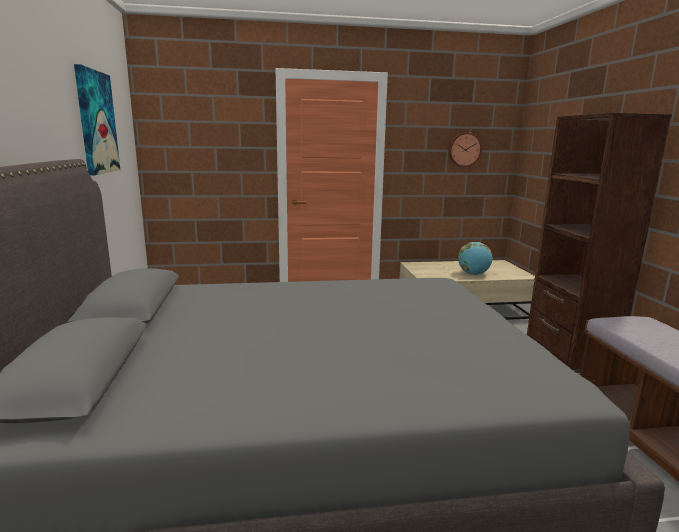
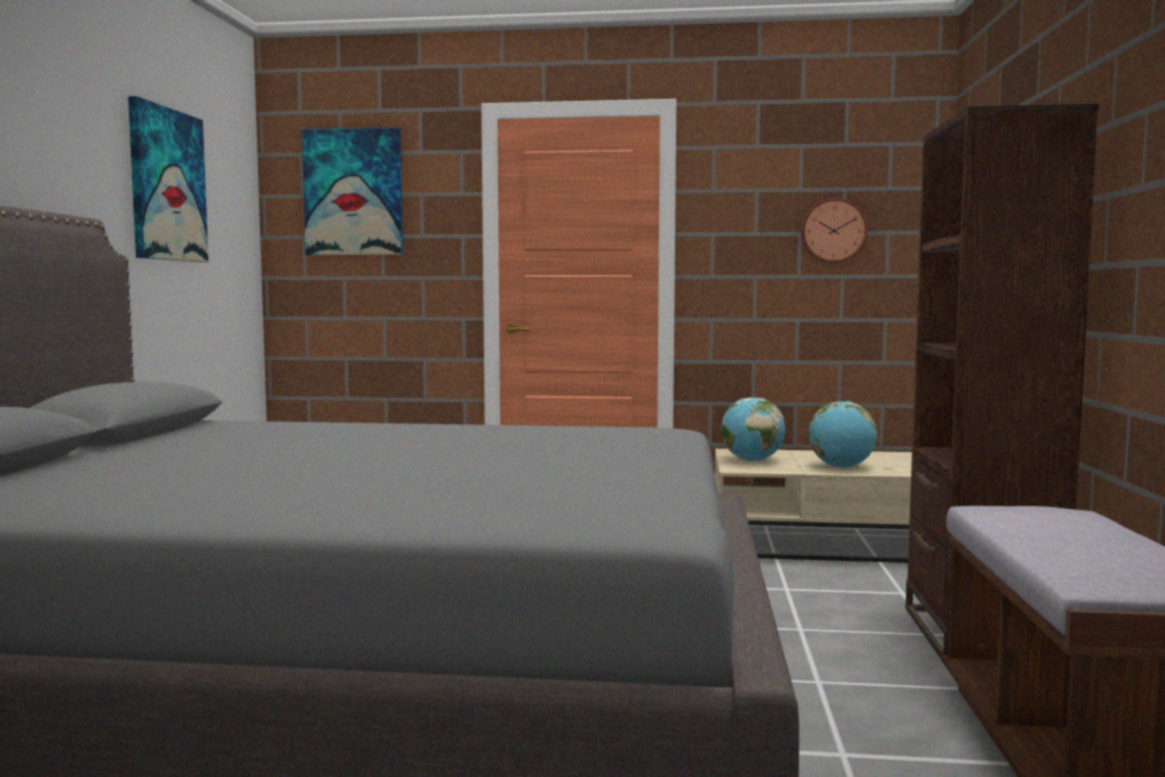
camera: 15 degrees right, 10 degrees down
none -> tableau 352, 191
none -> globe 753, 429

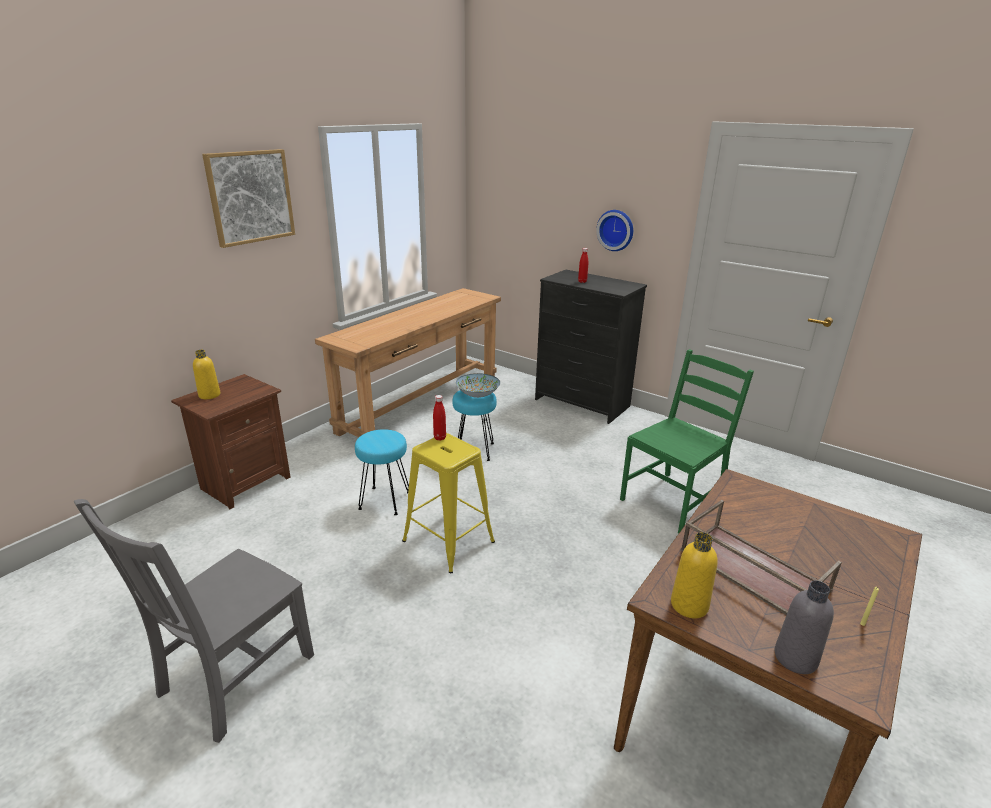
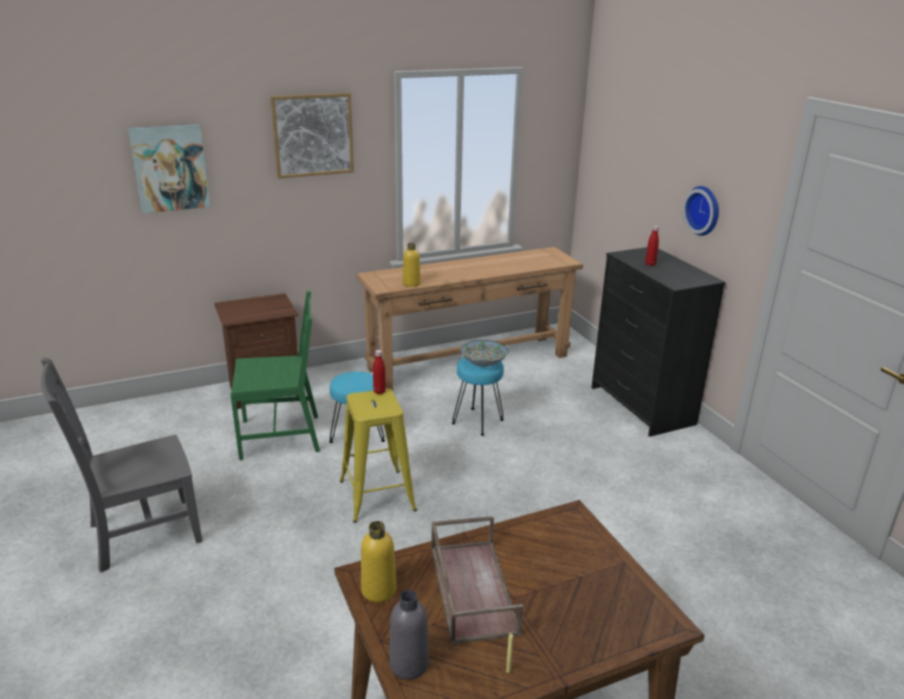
camera: 30 degrees right, 0 degrees up
none -> tableau 169, 168
chaise [vert] 687, 441 -> chaise [vert] 275, 375, relocated
bouteille [jaune] 206, 374 -> bouteille [jaune] 412, 265, relocated

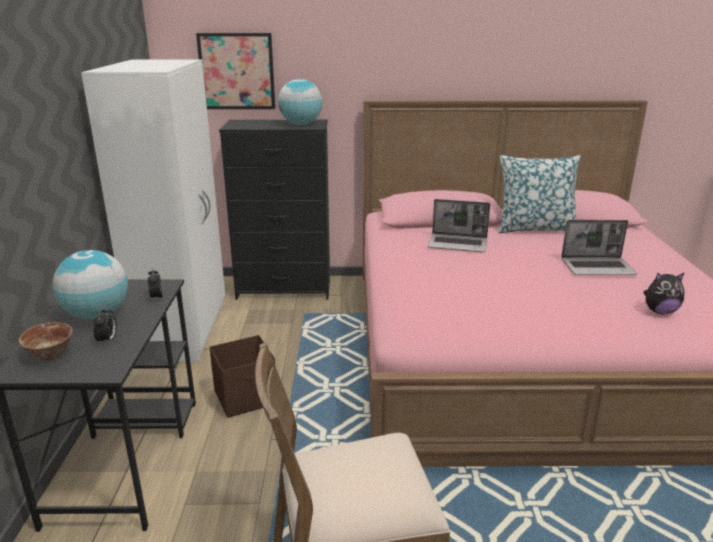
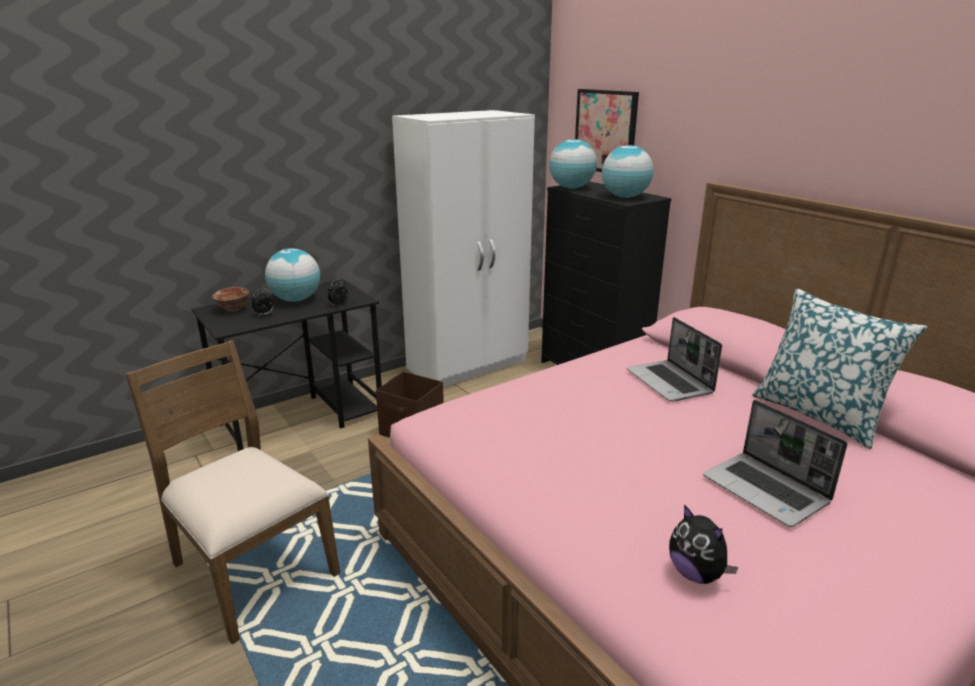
camera: 55 degrees right, 0 degrees up
none -> globe 573, 164

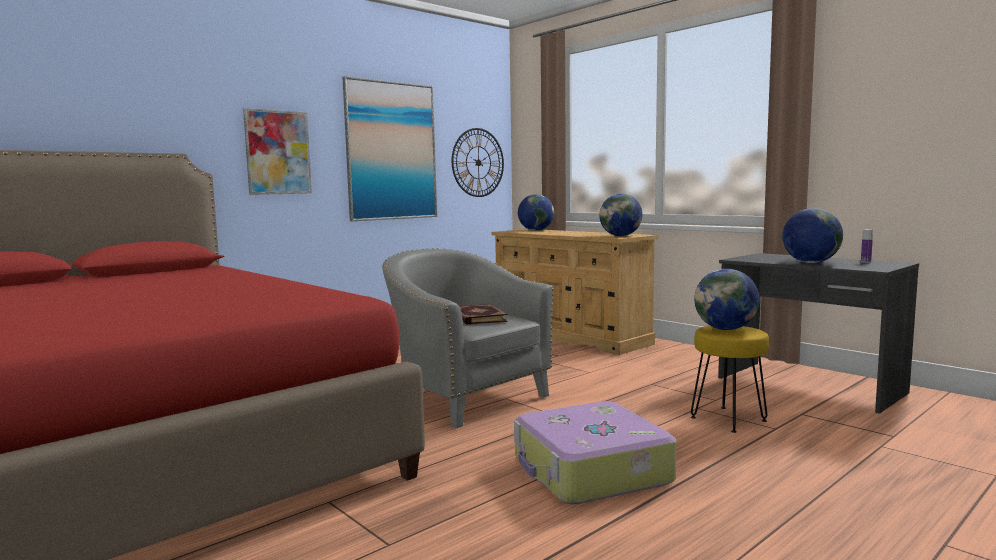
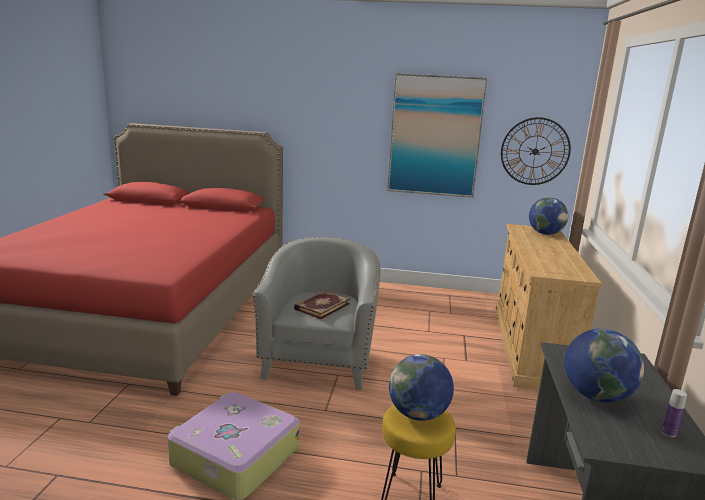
camera: 50 degrees right, 10 degrees up
tableau 277, 151 -> none
globe 620, 215 -> none

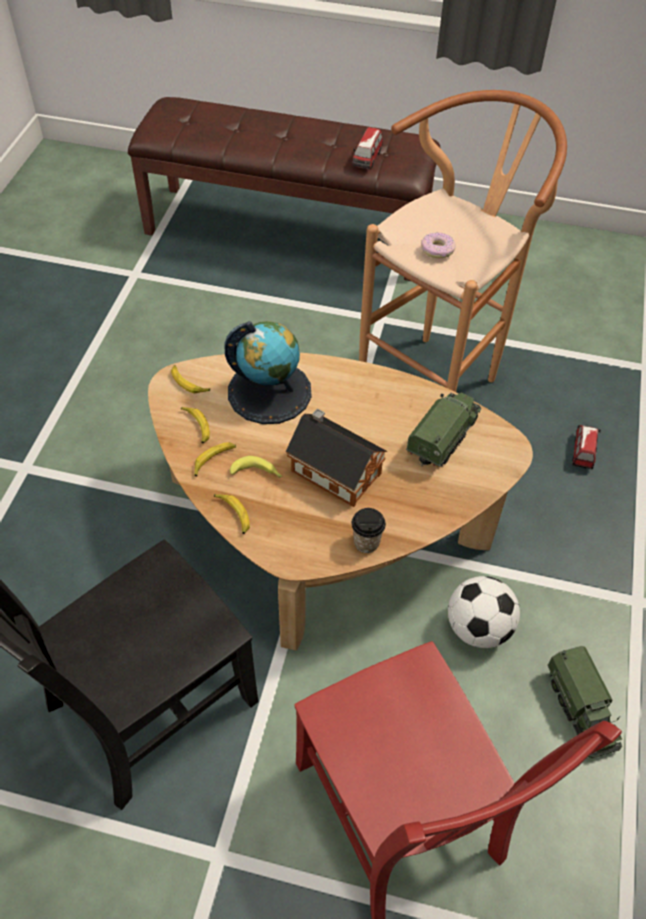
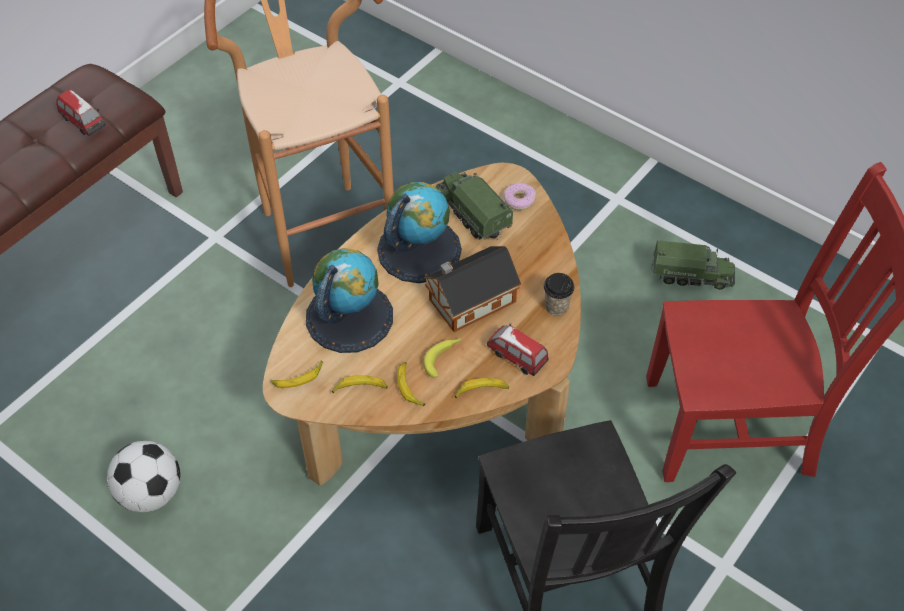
camera: 65 degrees left, 0 degrees up
ballon de foot 484, 612 -> ballon de foot 143, 476, relocated
none -> globe 419, 232
petite voiture 586, 447 -> petite voiture 517, 350, relocated
beignet 438, 245 -> beignet 519, 196, relocated

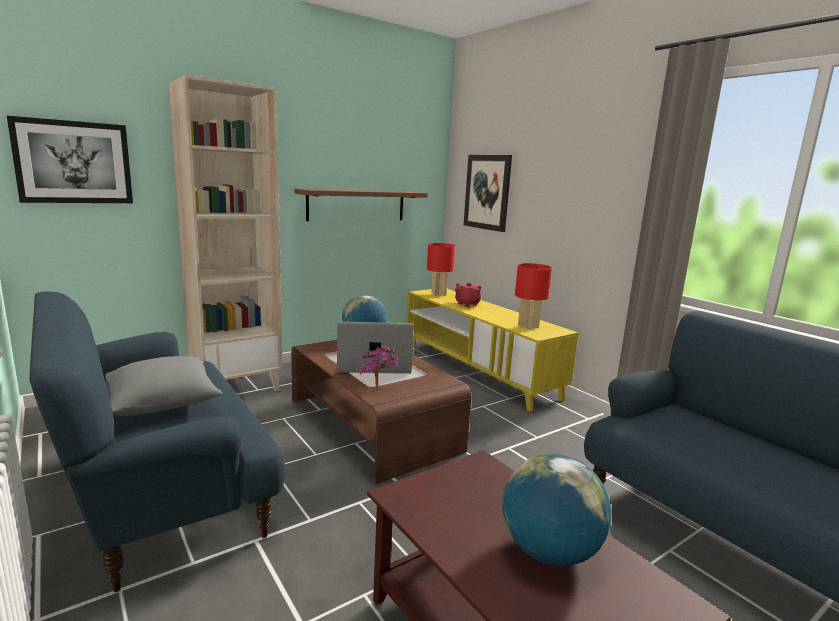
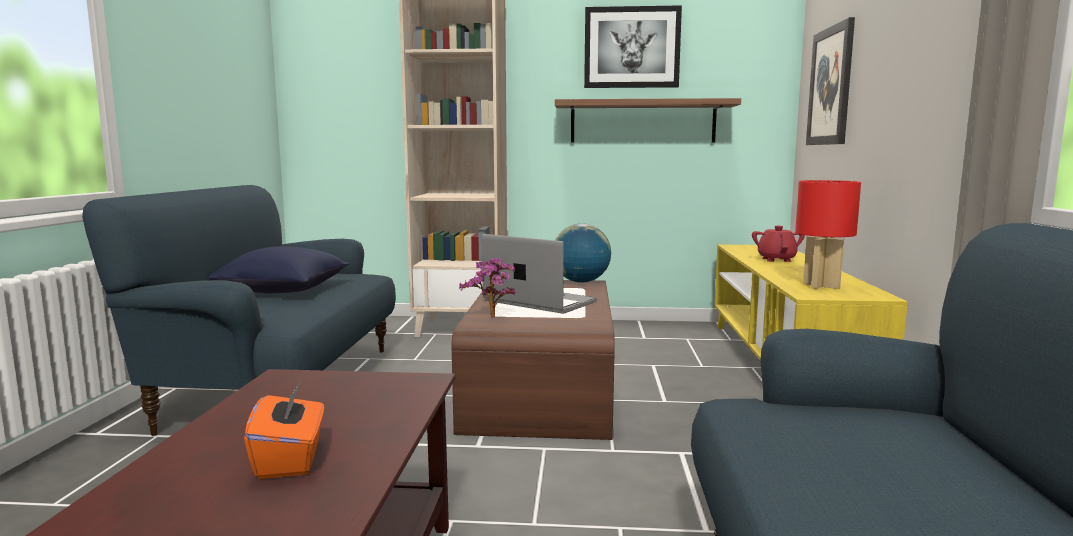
camera: 40 degrees right, 5 degrees down
coussin [gris] 164, 386 -> coussin [bleu] 279, 269
globe 557, 509 -> boîte à mouchoirs [orange] 284, 430
tableau 70, 159 -> tableau 633, 46, relocated
lampe de table [rouge] 441, 269 -> none

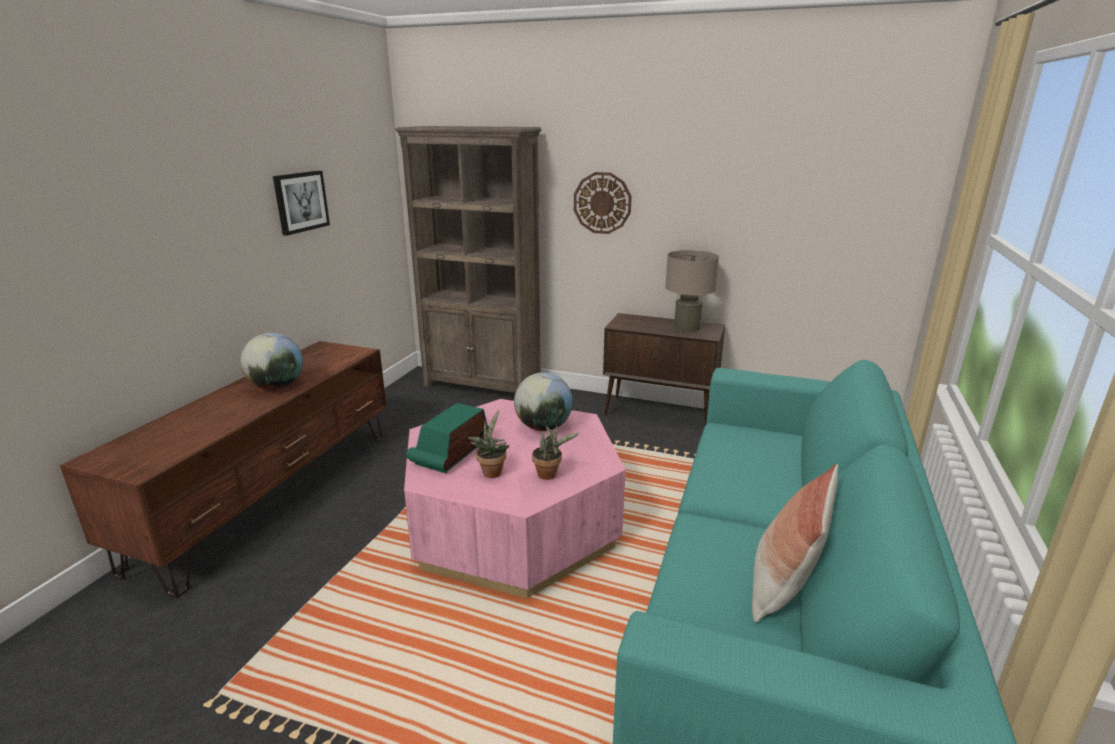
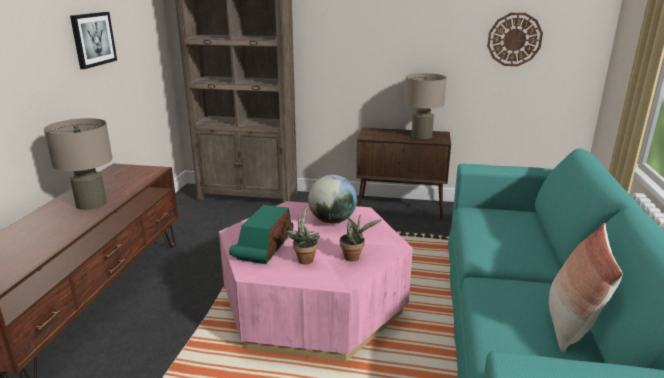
camera: 10 degrees left, 0 degrees up
globe 271, 361 -> lampe de table [beige] 78, 164
horloge murale 603, 203 -> horloge murale 515, 39, relocated

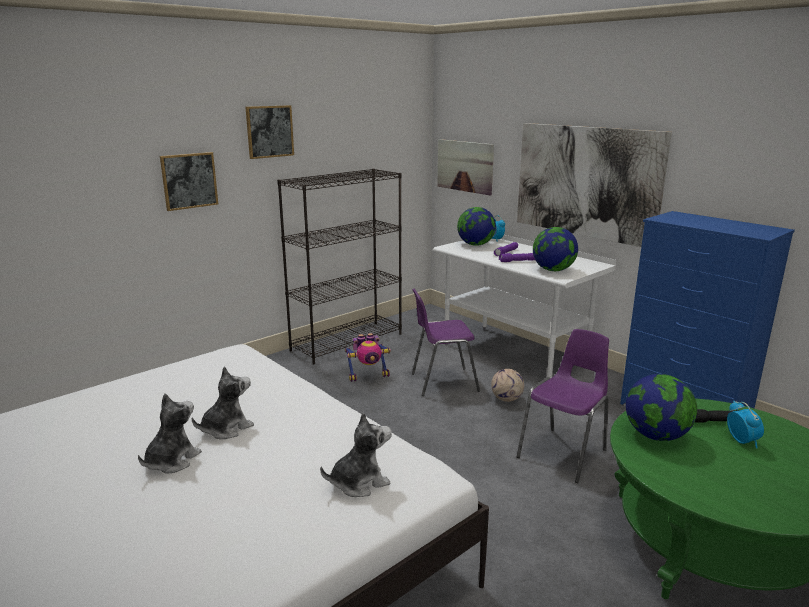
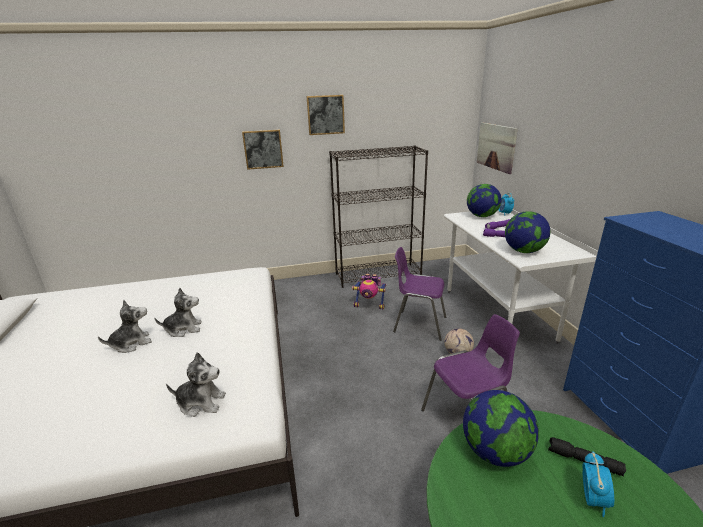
camera: 30 degrees right, 5 degrees up
tableau 594, 185 -> none

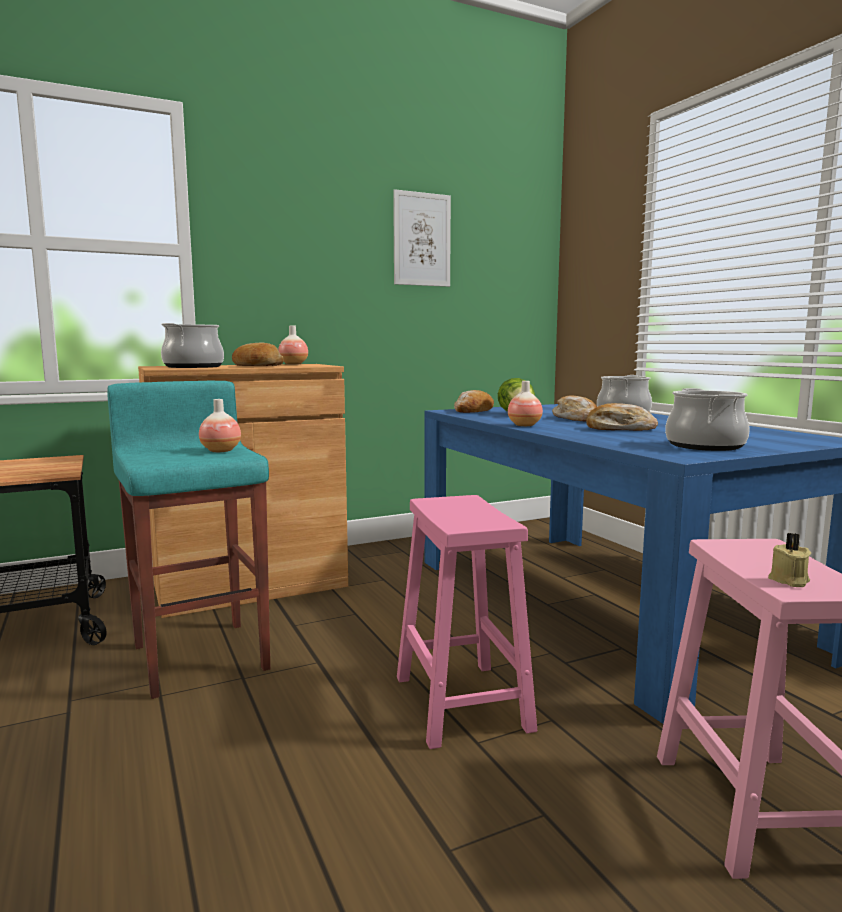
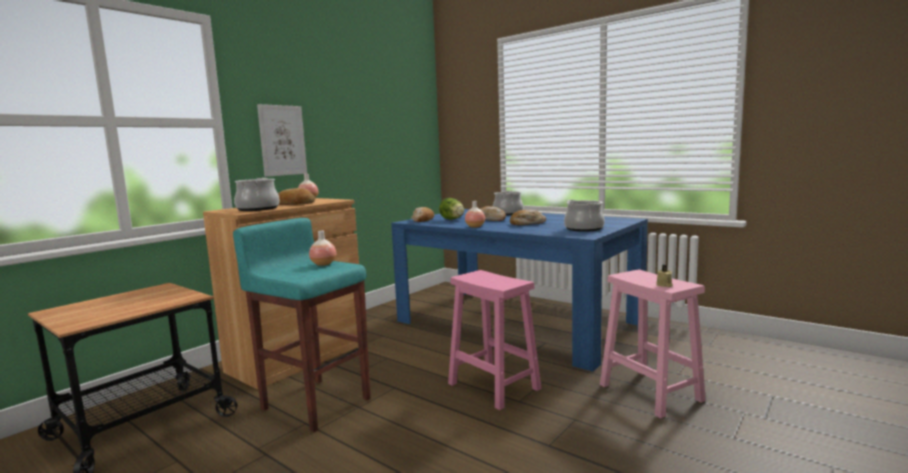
camera: 25 degrees left, 0 degrees up
tableau 422, 238 -> tableau 282, 140, relocated

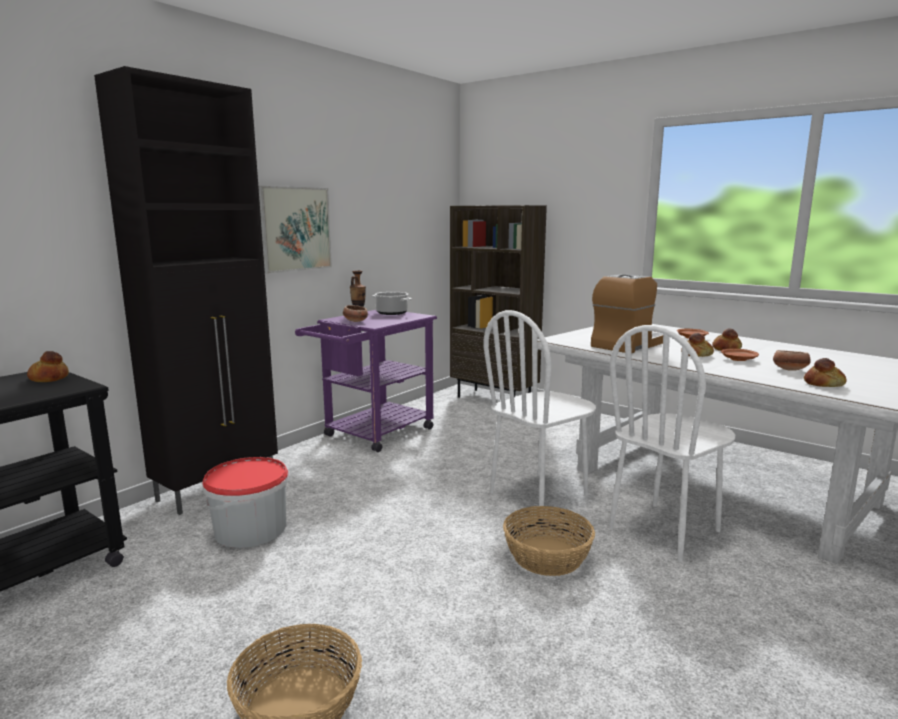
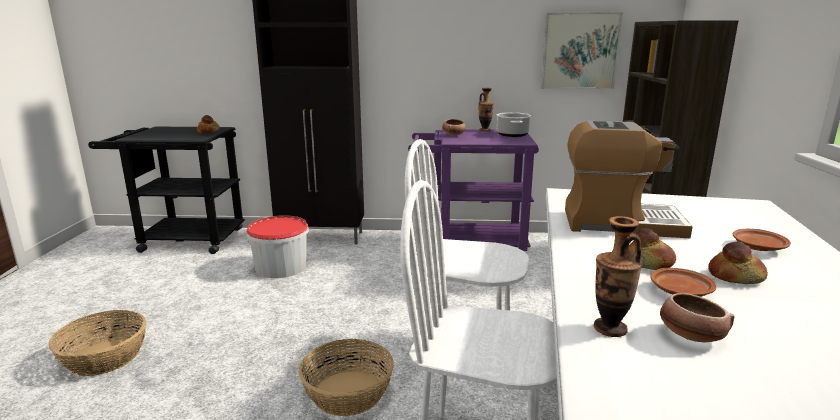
camera: 55 degrees right, 5 degrees up
tableau 295, 230 -> tableau 582, 50, relocated
none -> vase 618, 276
pain 825, 372 -> none

